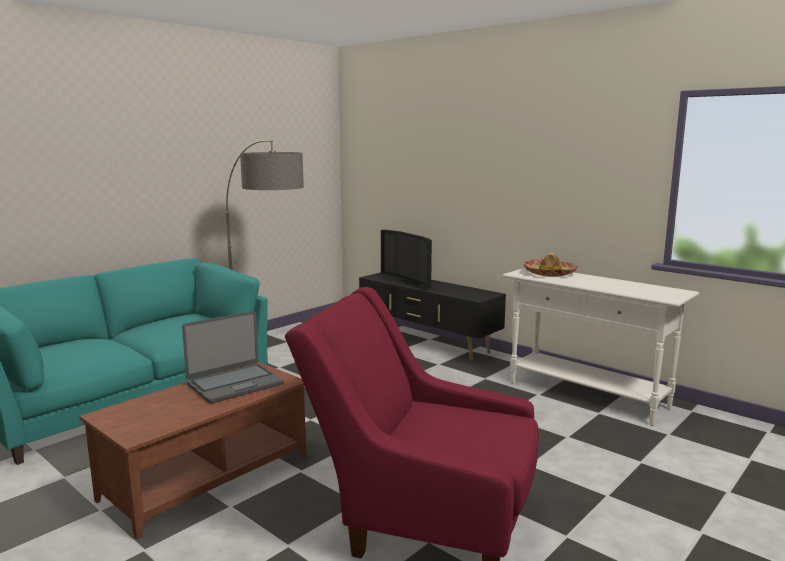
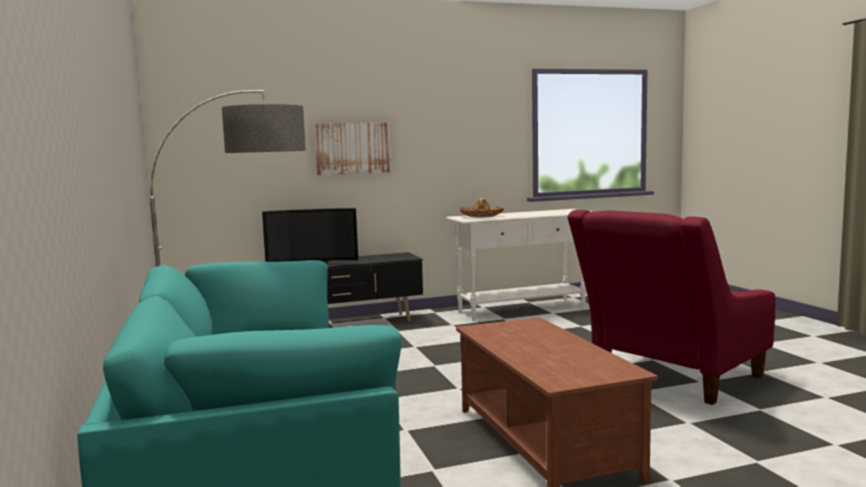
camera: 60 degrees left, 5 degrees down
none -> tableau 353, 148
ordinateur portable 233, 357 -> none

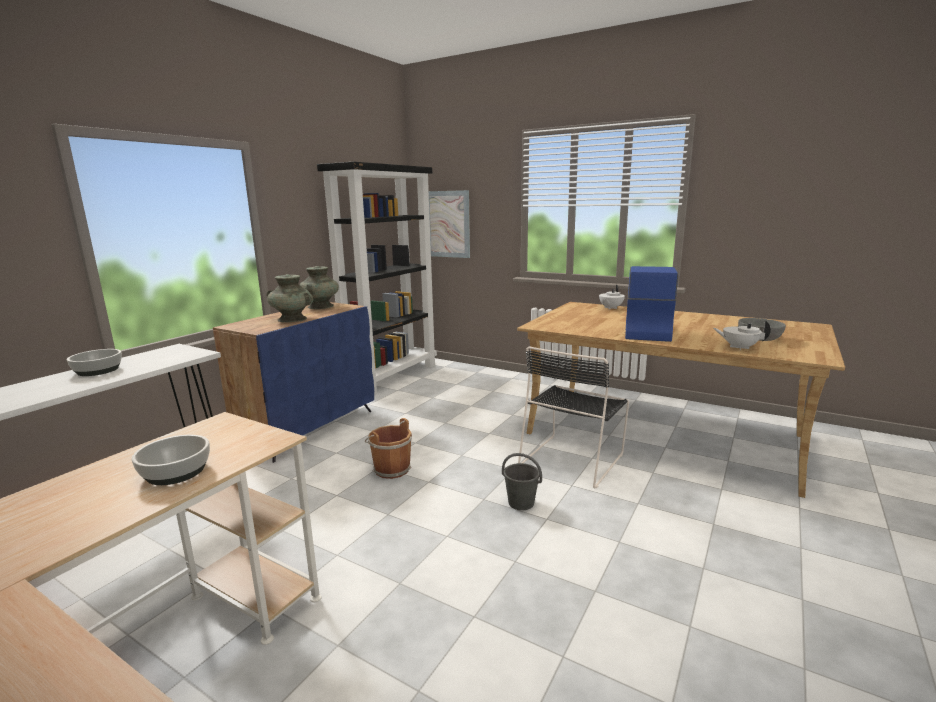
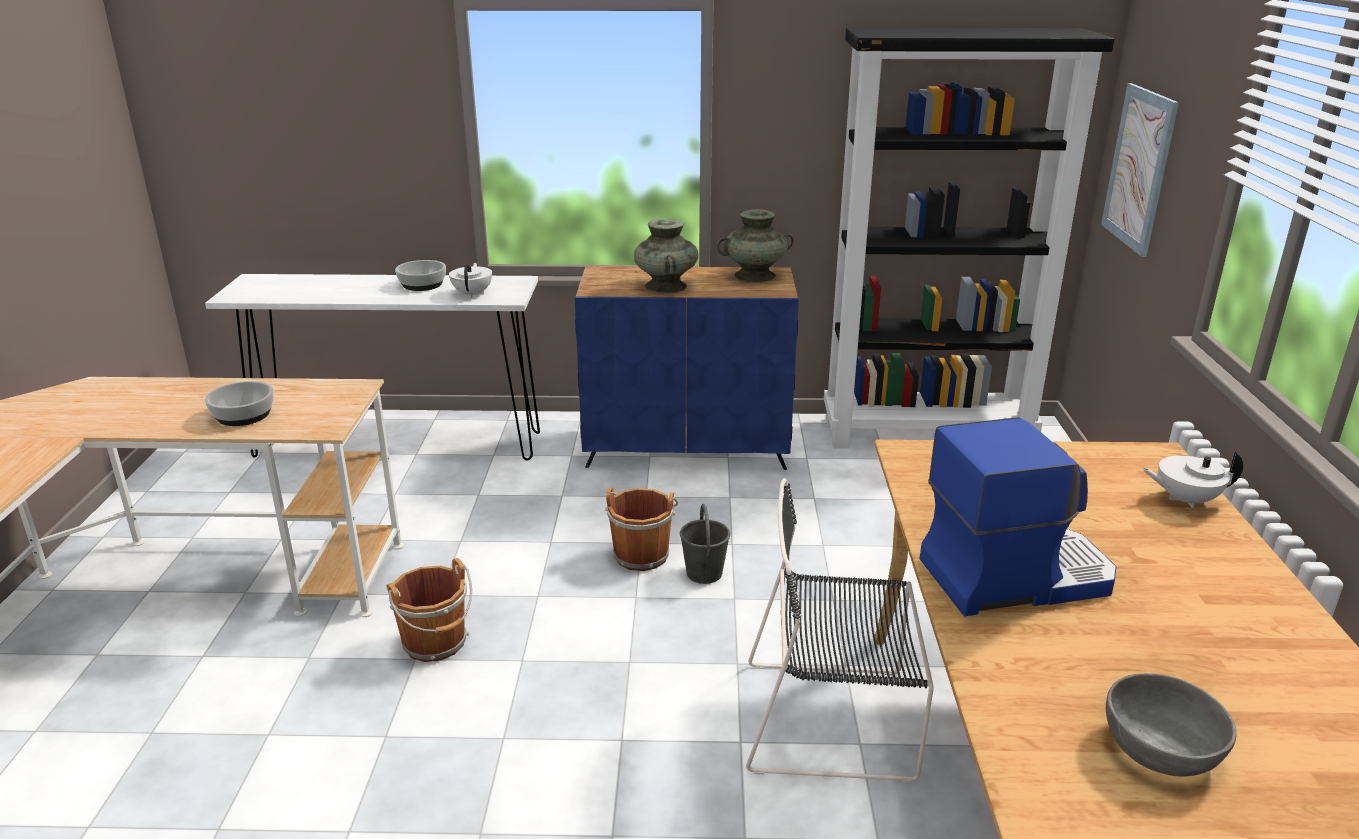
camera: 60 degrees right, 10 degrees up
none -> seau [marron] 429, 610
théière [blanc] 742, 335 -> théière [blanc] 470, 280, relocated
seau [gris] 522, 481 -> seau [gris] 705, 544, relocated

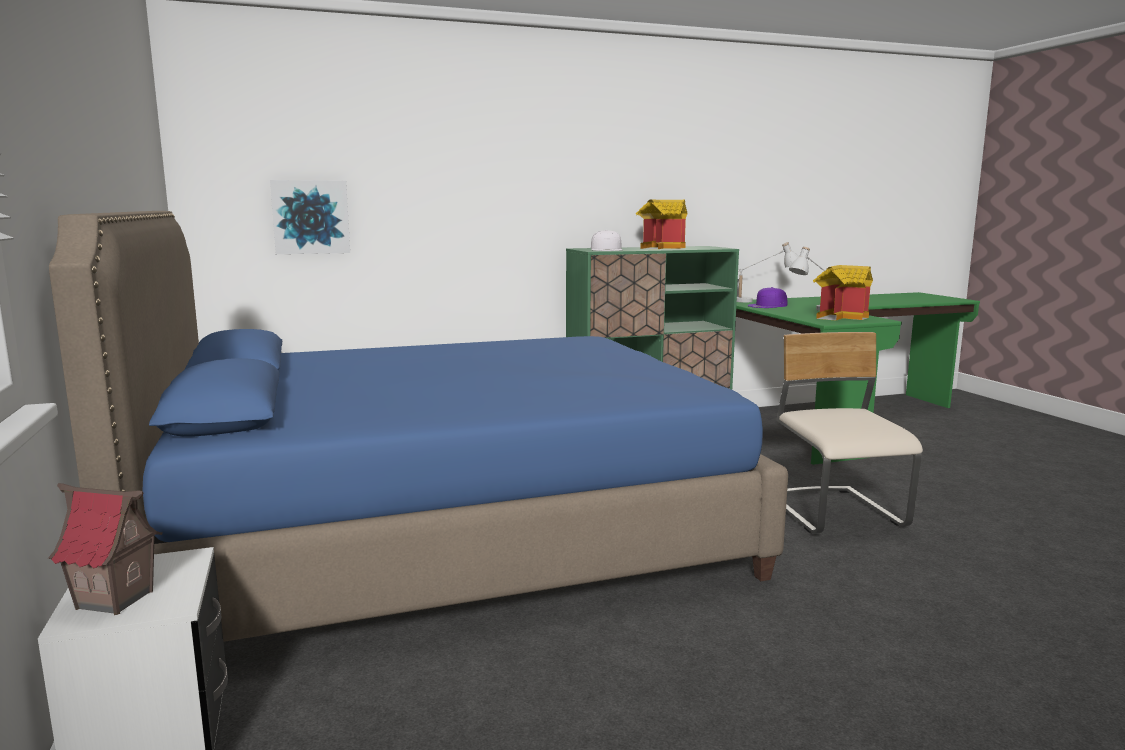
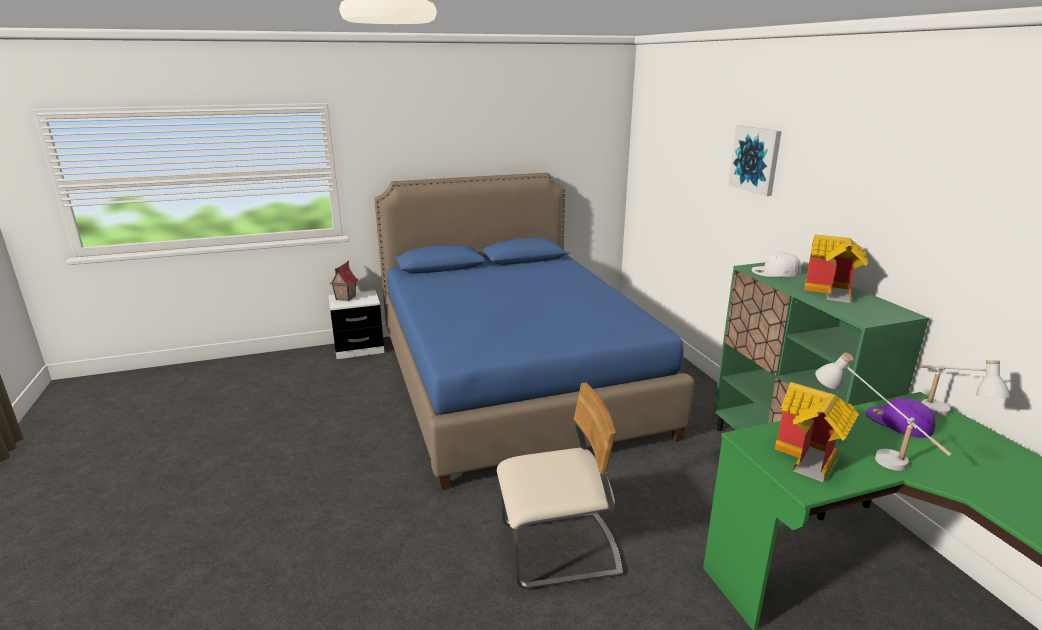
camera: 90 degrees right, 10 degrees up
tableau 310, 217 -> tableau 755, 160, relocated

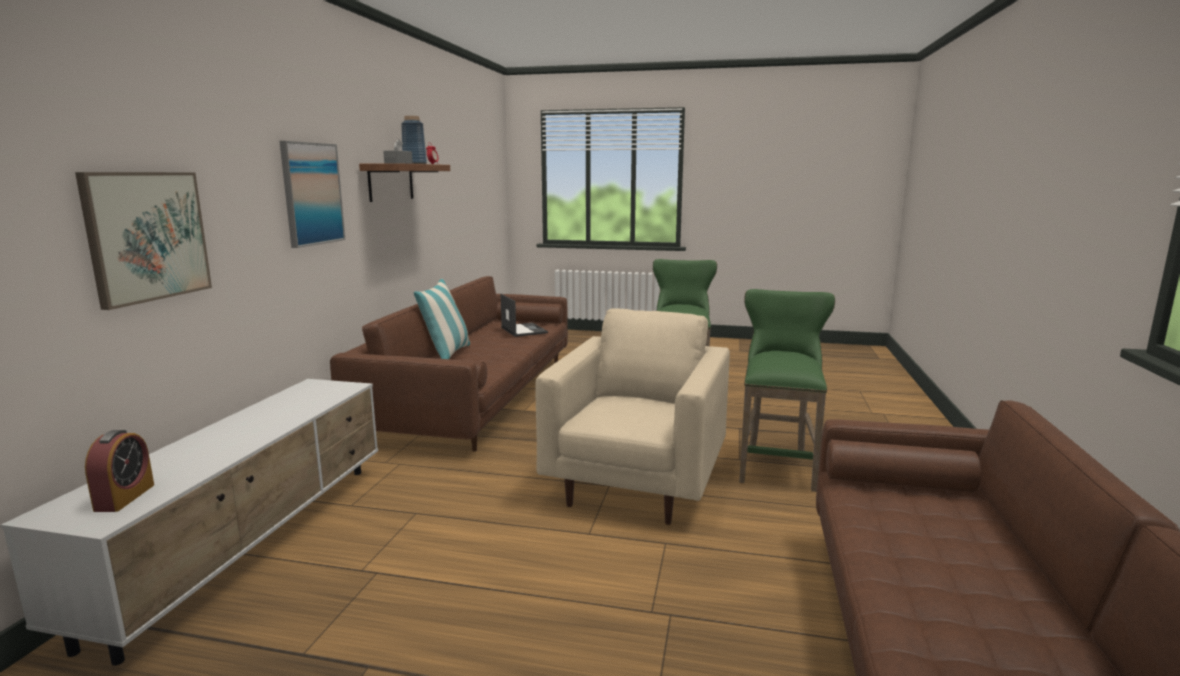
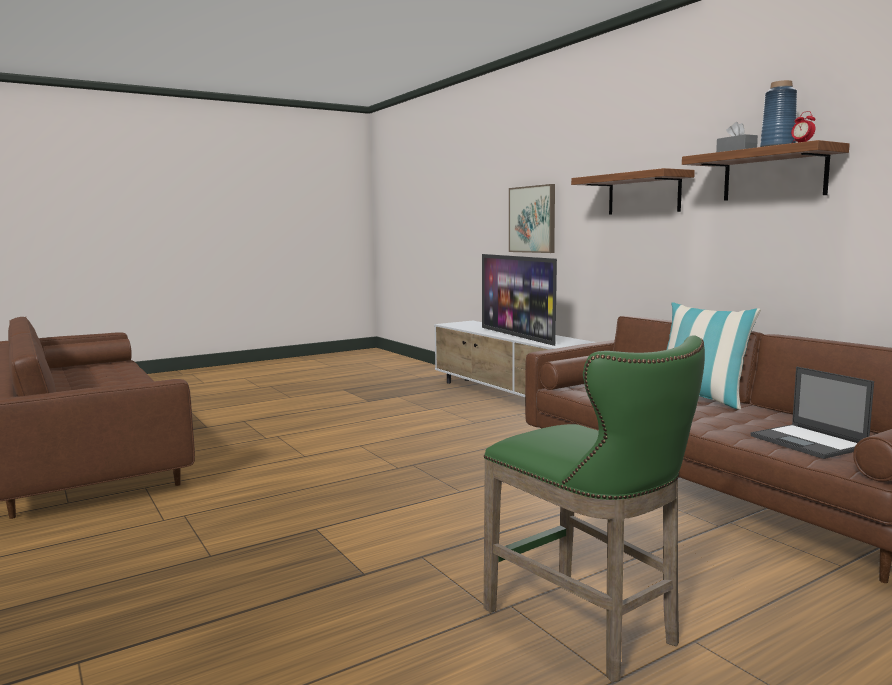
camera: 135 degrees right, 5 degrees down
none -> téléviseur 519, 300
tableau 312, 194 -> étagère 633, 191
ordinateur portable 524, 315 -> ordinateur portable 812, 412, 45 degrees clockwise
réveil 119, 471 -> none
fauteuil [beige] 632, 416 -> none
tabouret [vert] 787, 390 -> none

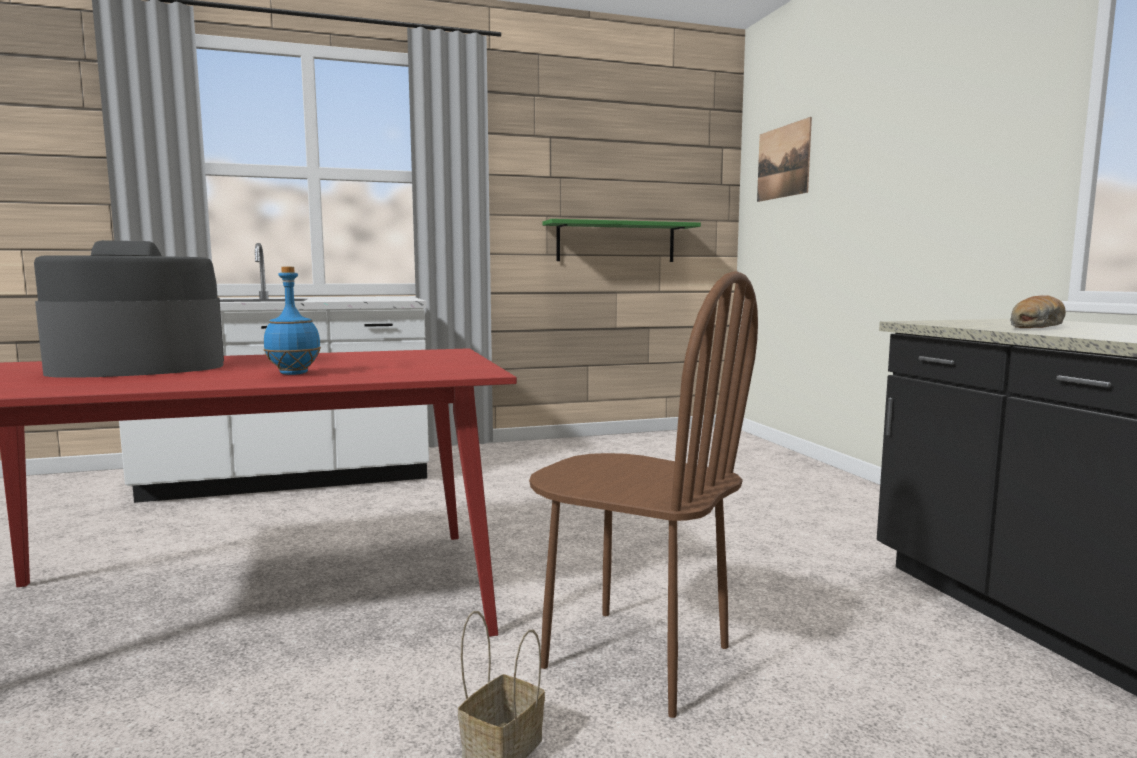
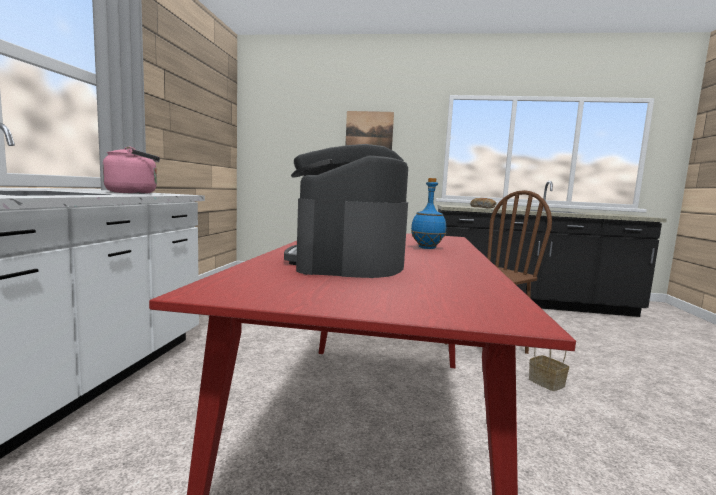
camera: 65 degrees left, 0 degrees up
none -> bouilloire [rose] 131, 170
tableau 784, 159 -> tableau 369, 130, relocated
étagère [vert] 621, 240 -> none

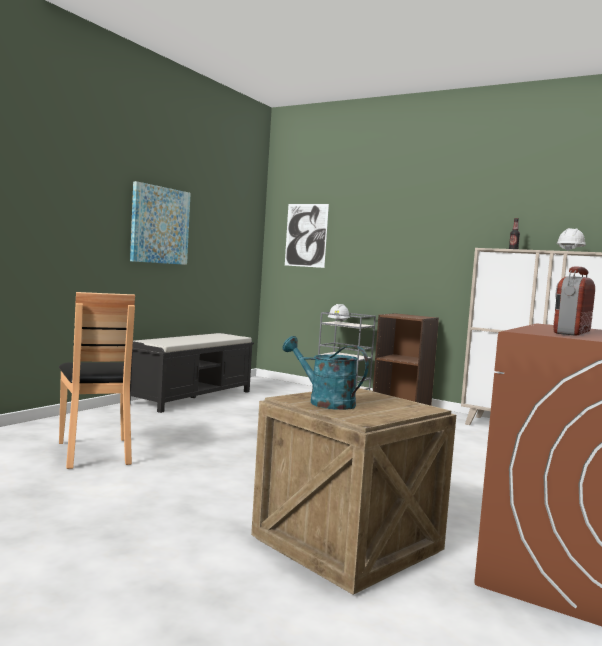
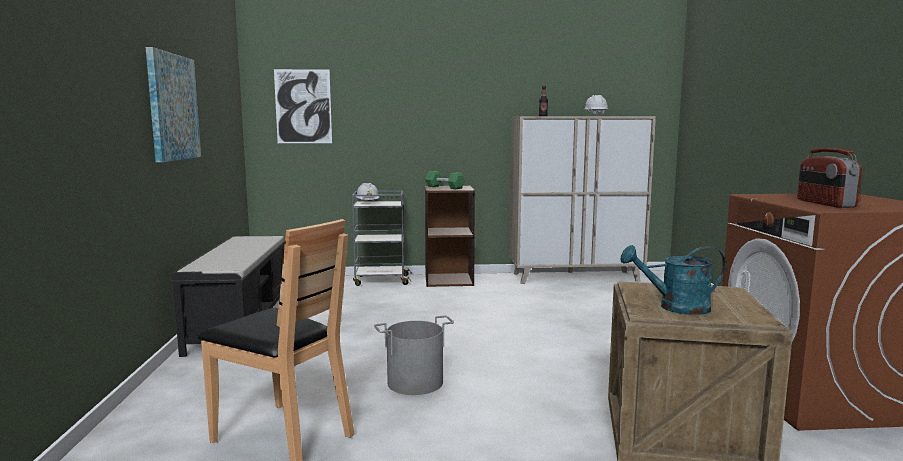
camera: 35 degrees left, 5 degrees up
none -> seau [gris] 414, 355
none -> haltère [vert] 445, 180

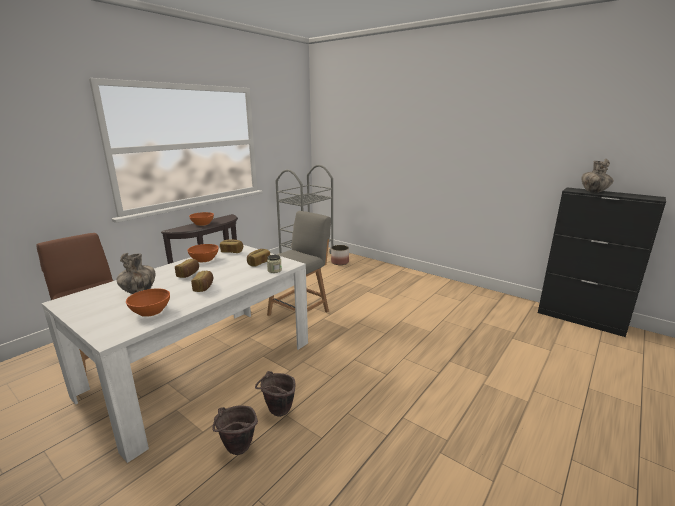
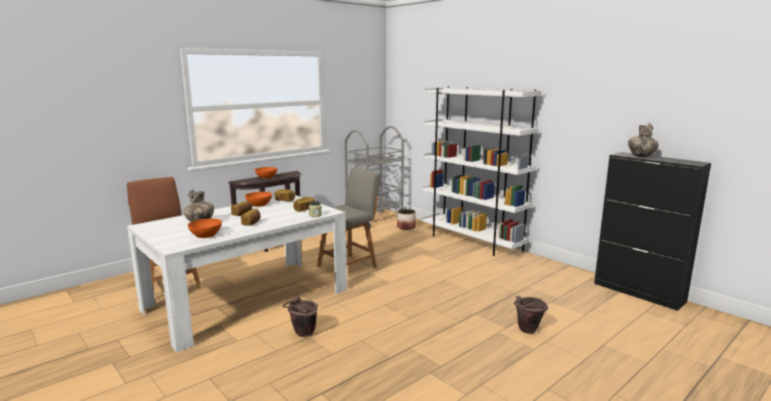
camera: 10 degrees right, 5 degrees down
none -> bibliothèque [blanc] 481, 171
seau [marron] 235, 430 -> seau [marron] 531, 315, relocated

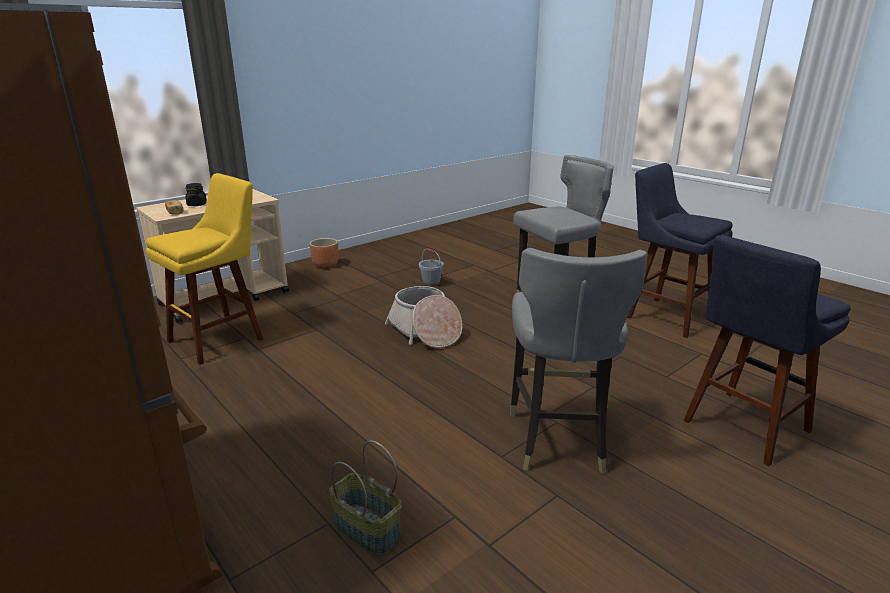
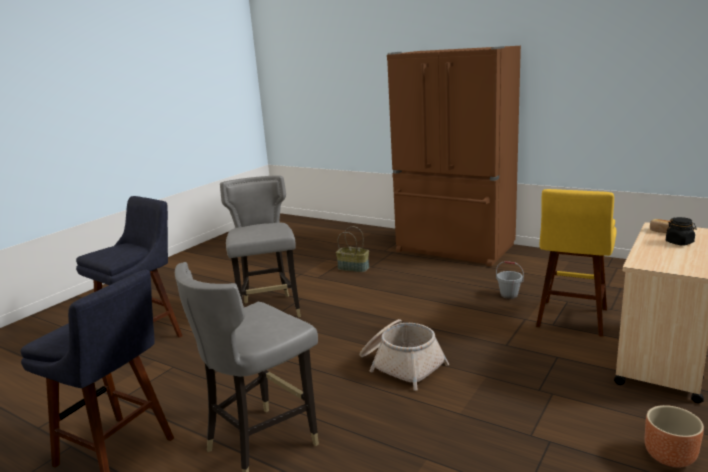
camera: 165 degrees right, 5 degrees down
seau [gris] 431, 267 -> seau [gris] 510, 280, relocated

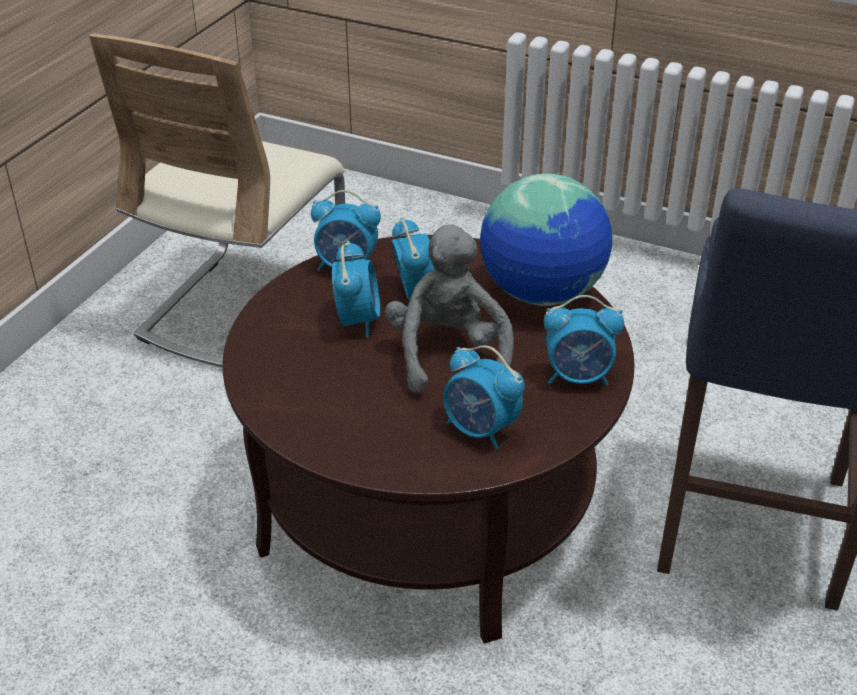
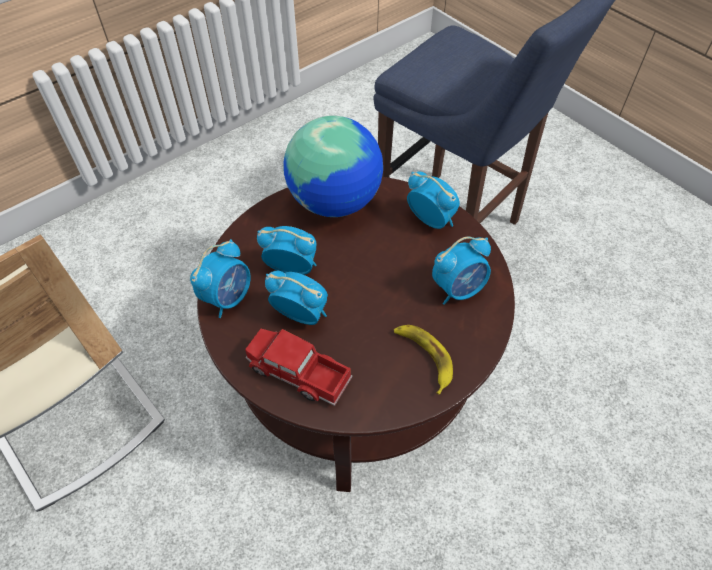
camera: 65 degrees left, 15 degrees up
none -> camion jouet 299, 367
none -> banane 423, 360
réveil 584, 340 -> réveil 433, 200, 75 degrees counterclockwise
peluche [gris] 449, 308 -> none

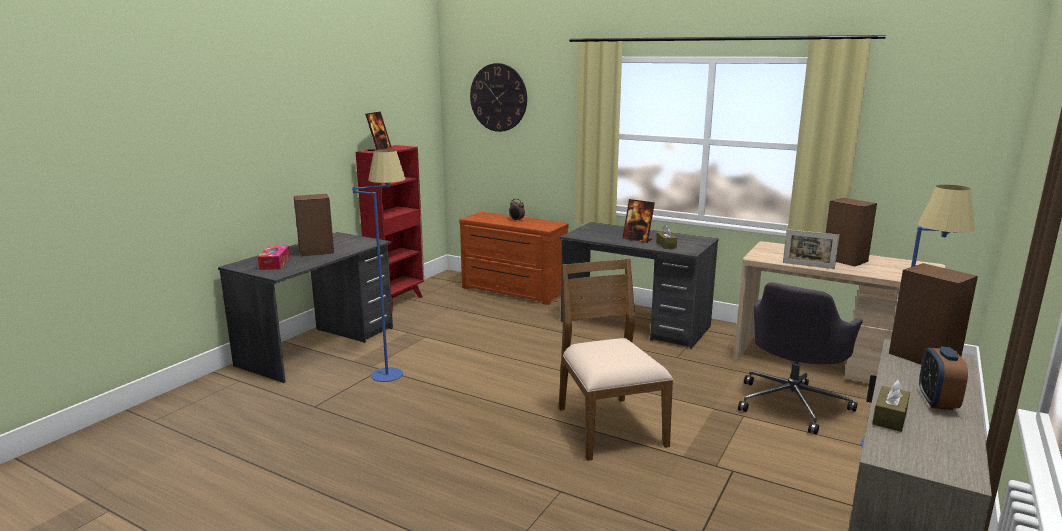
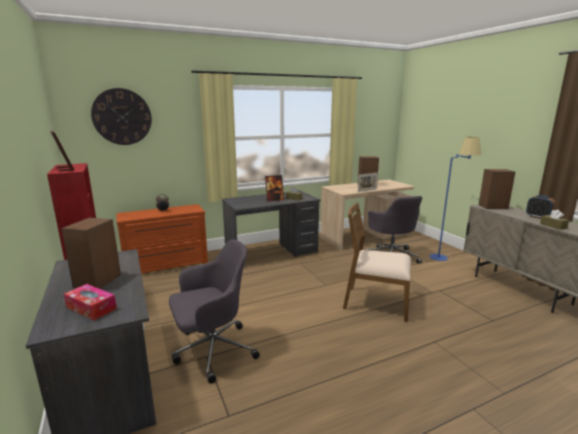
camera: 55 degrees left, 0 degrees up
lampadaire [bleu] 378, 265 -> chaise de bureau [gris] 214, 311

